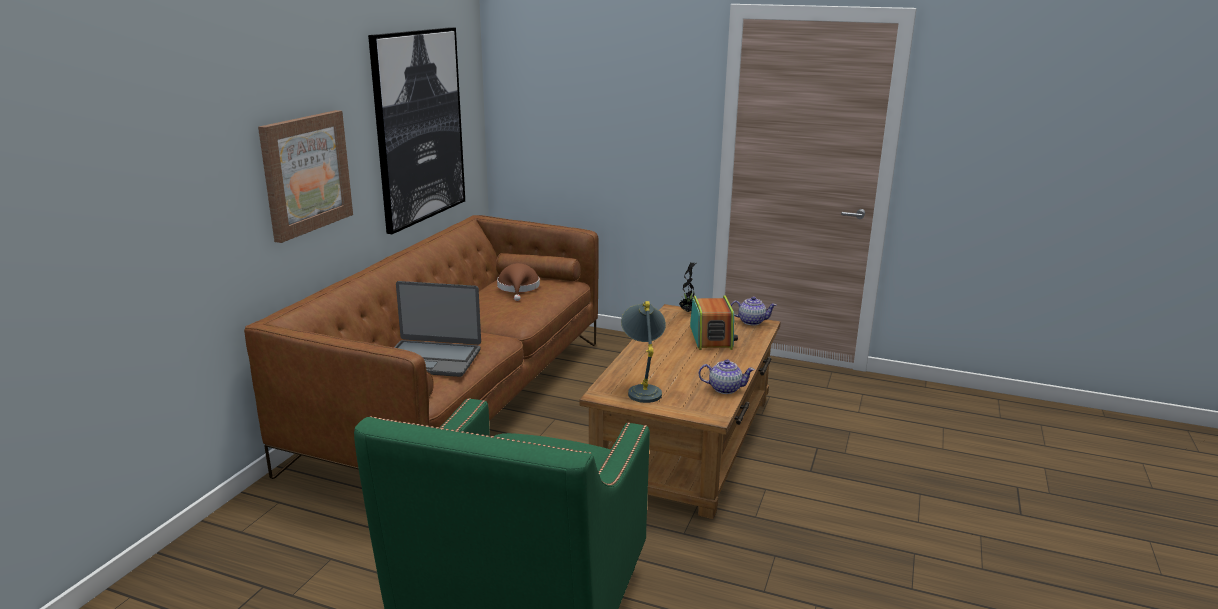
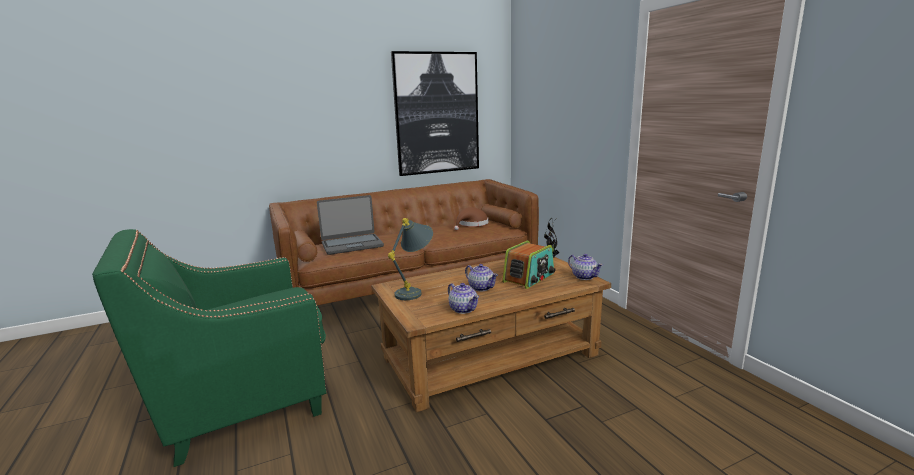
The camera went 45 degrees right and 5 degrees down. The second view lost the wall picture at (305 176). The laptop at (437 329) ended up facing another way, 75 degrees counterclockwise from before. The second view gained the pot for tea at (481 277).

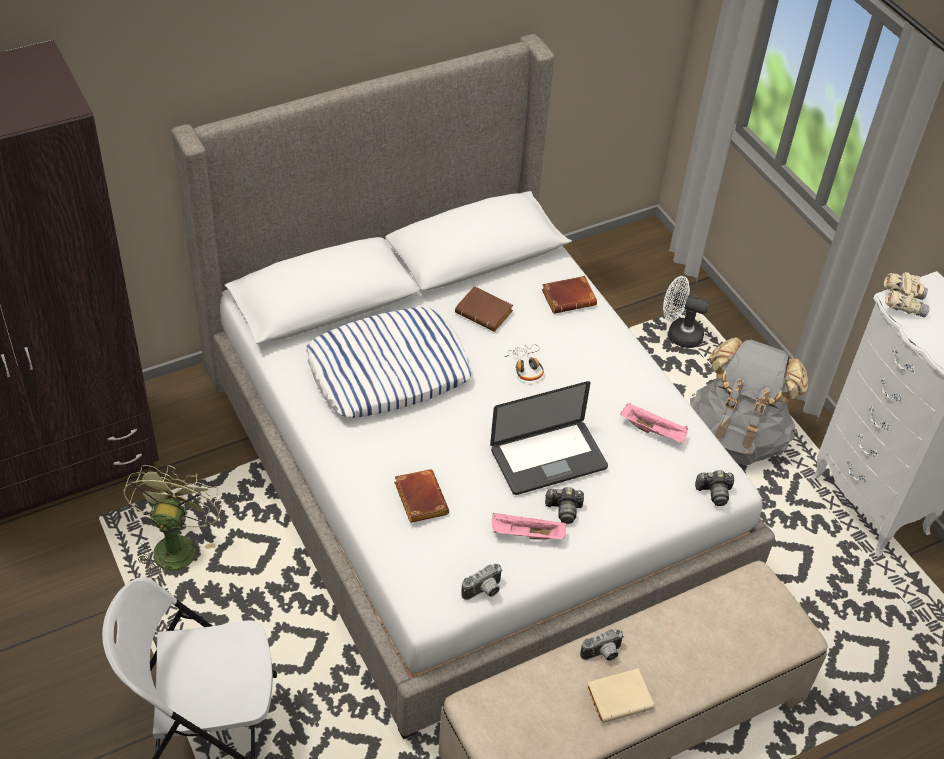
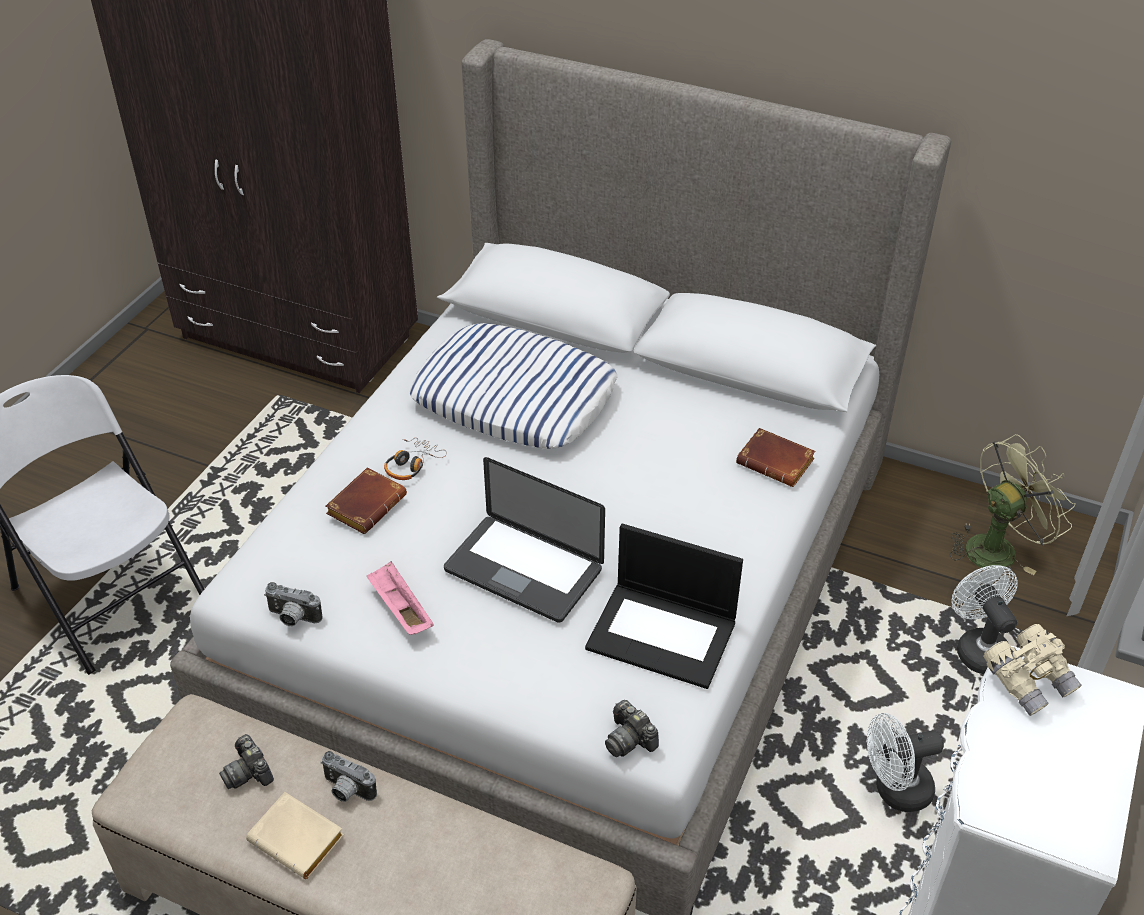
The camera went 55 degrees right and 5 degrees down. The second view lost the brown book at (484 309). Where the gray rucksack stood at (749 401), the white electric fan came to stand at (905 762). The headphones ended up elsewhere, having gone from (524 362) to (415 459). Where the pink tray stood at (654 423), the laptop came to stand at (664 606). The greenish electric fan ended up elsewhere, having gone from (173 522) to (1013 504). The photo camera ended up elsewhere, having gone from (564 505) to (246 761).

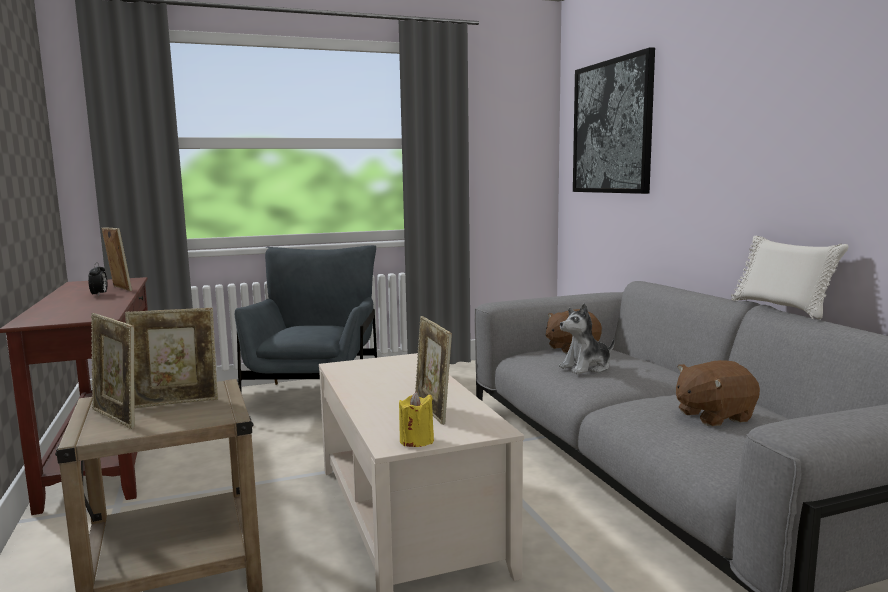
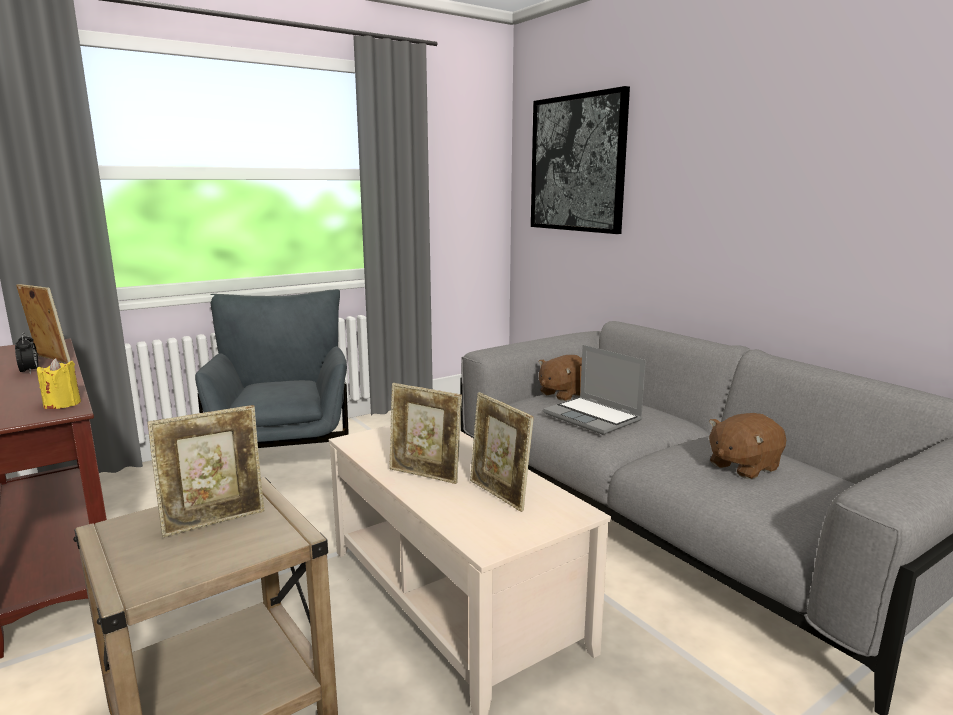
The camera went 15 degrees left and 5 degrees up. The second view lost the white throw pillow at (790 277). Where the cuddly toy stood at (587 338), the laptop came to stand at (594 390). The picture frame ended up elsewhere, having gone from (113 371) to (425 433). The yellowish candle ended up elsewhere, having gone from (416 419) to (59 383).

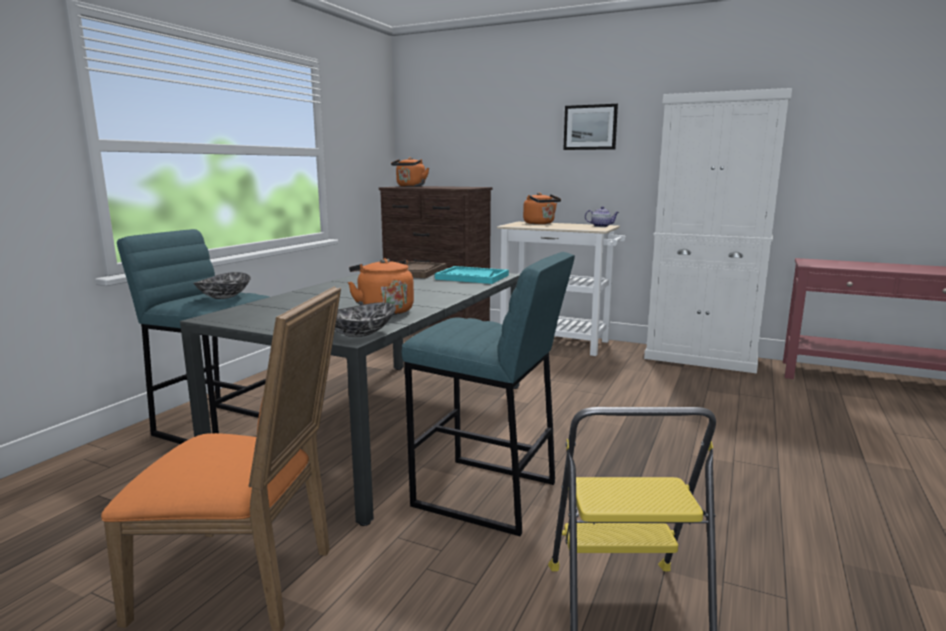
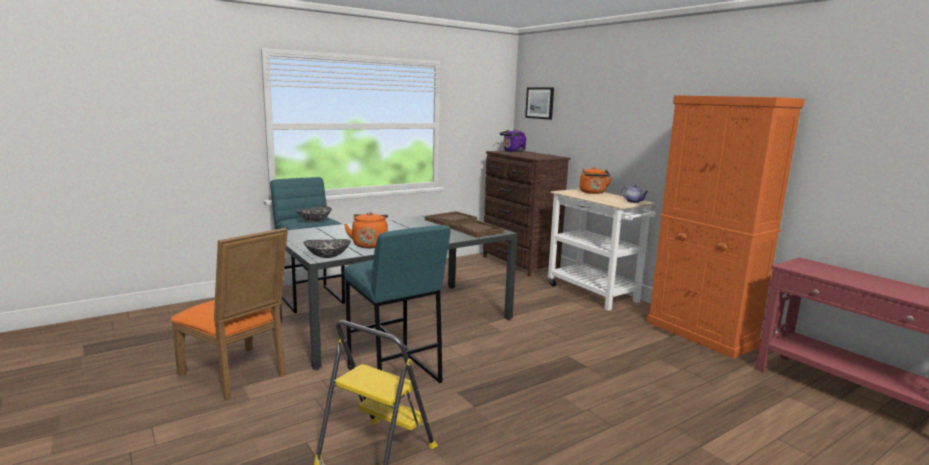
The camera went 30 degrees right and 0 degrees up. What was the white cupboard at (718 230) turned into the orange-coloured cupboard at (726 227). The wall picture ended up elsewhere, having gone from (590 127) to (539 103). What was the orange-coloured kettle at (410 172) turned into the purple kettle at (513 140). What was the turquoise tray at (472 275) turned into the brown tray at (477 229).

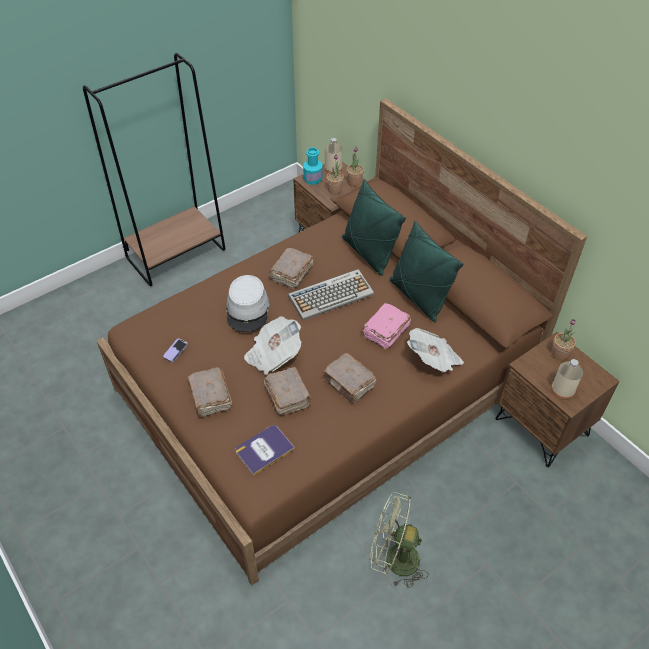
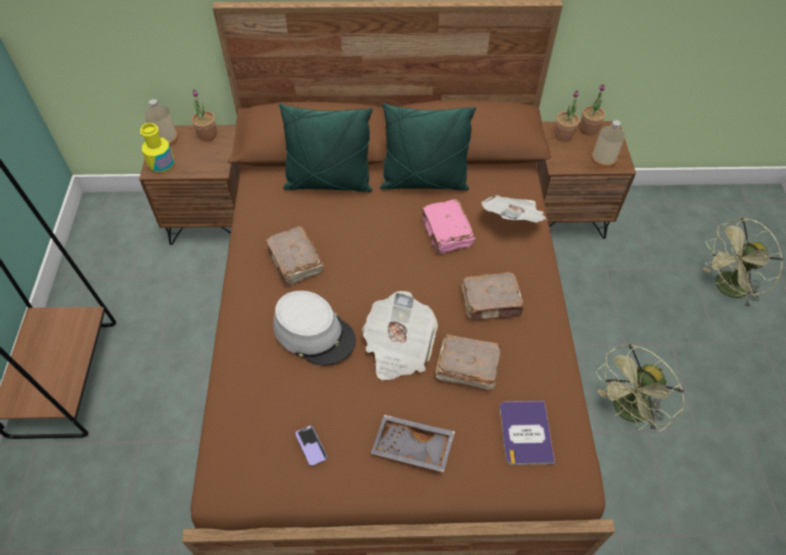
The camera went 55 degrees left and 5 degrees up. What was the turquoise drink bottle at (313 166) turned into the yellowish drink bottle at (157 147). The potted plant ended up elsewhere, having gone from (335 174) to (592 110). The second view lost the keyboard at (331 295). Where the brown book stood at (209 392), the gray tray came to stand at (412 443). The second view gained the greenish electric fan at (743 263).

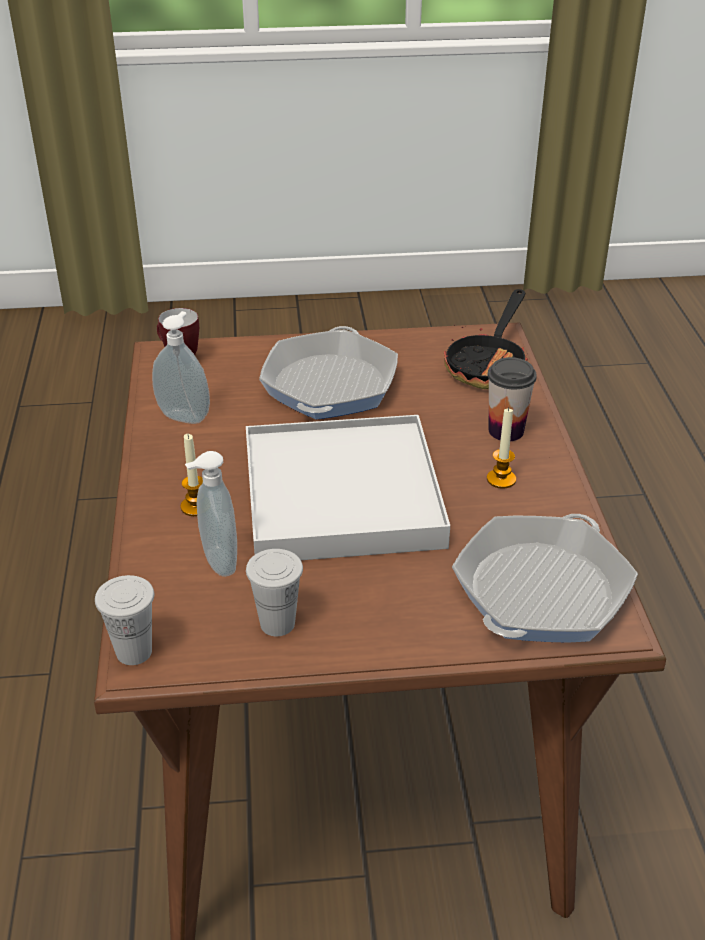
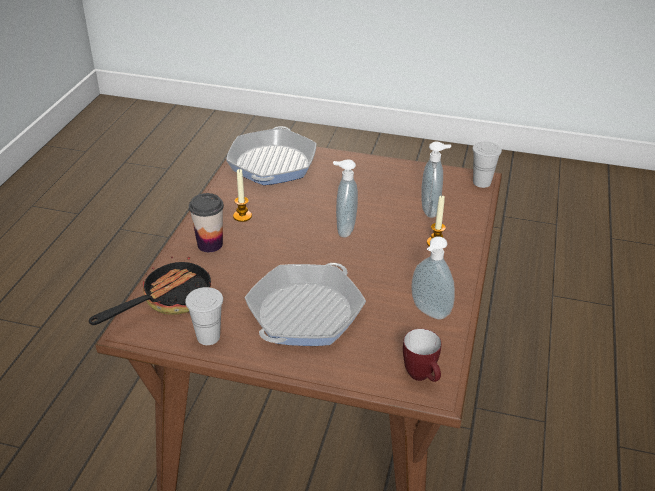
The camera went 160 degrees left and 0 degrees up. Where the white tray stood at (348 487), the soap dispenser came to stand at (345 198). The frying pan at (545 578) ended up facing another way, 45 degrees counterclockwise from before. The white small cup ended up elsewhere, having gone from (274 592) to (204 316).

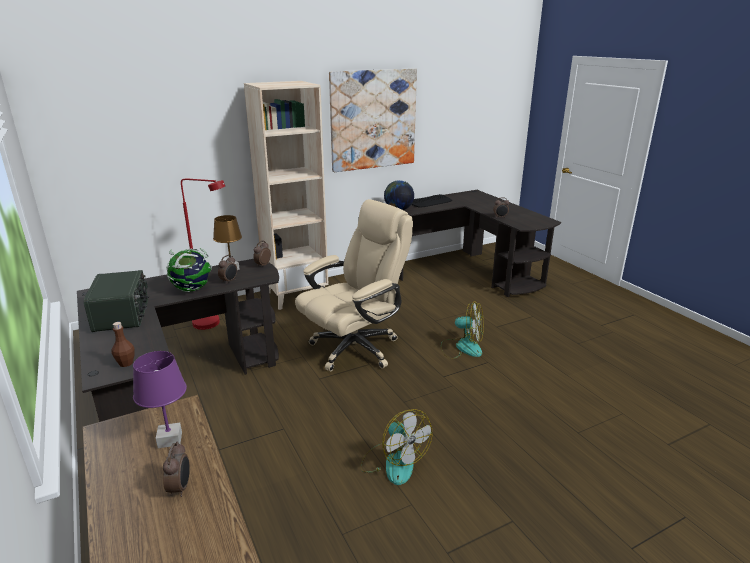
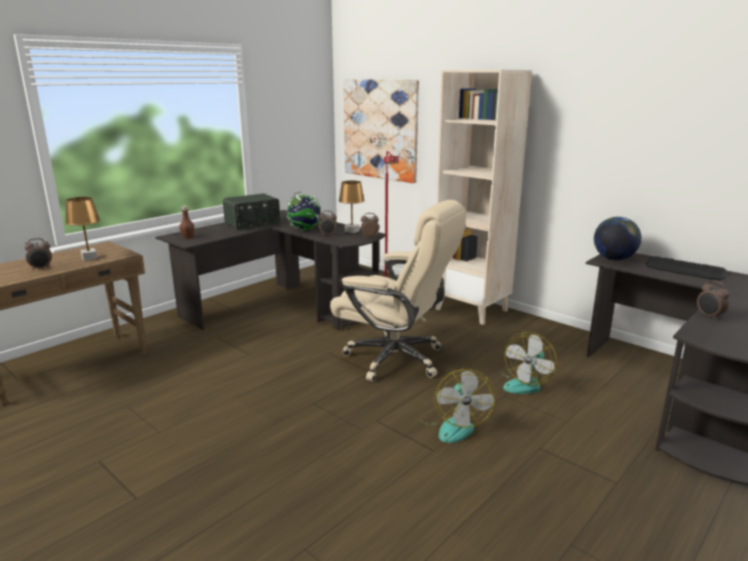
The camera went 70 degrees right and 5 degrees down. The wall picture ended up elsewhere, having gone from (373 120) to (381 131). What was the purple tabletop lamp at (160 399) turned into the brown tabletop lamp at (82 229). The electric fan ended up elsewhere, having gone from (396 447) to (529 363).

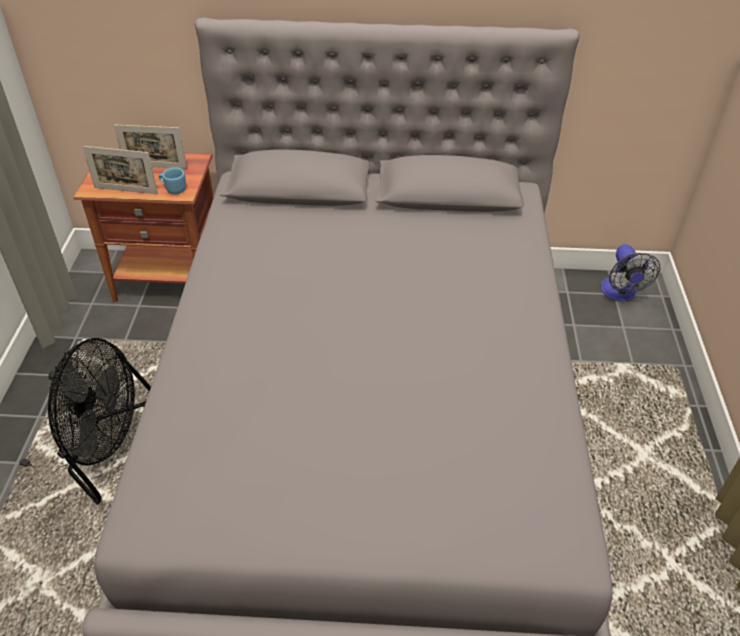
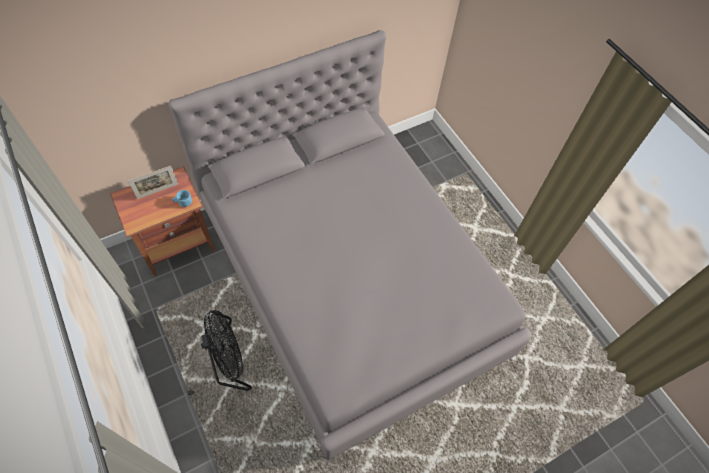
The camera went 35 degrees left and 15 degrees up. The second view lost the picture frame at (120 170). The second view lost the electric fan at (630 272).

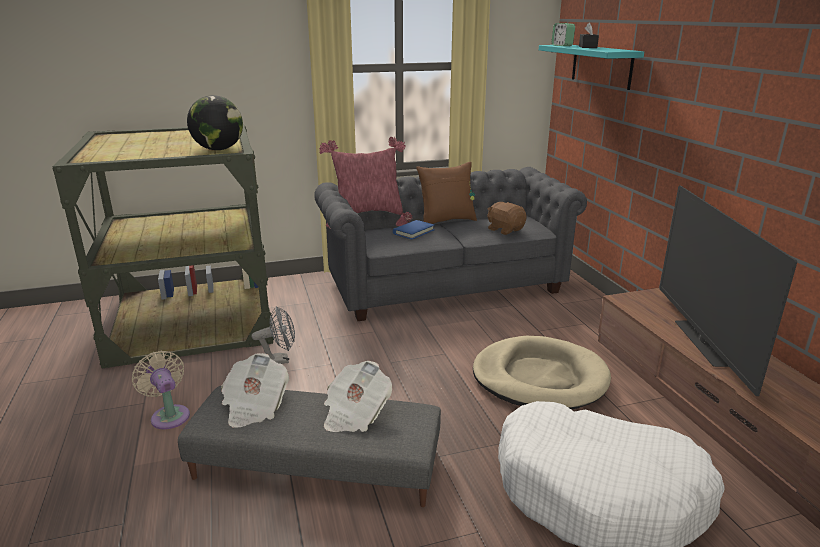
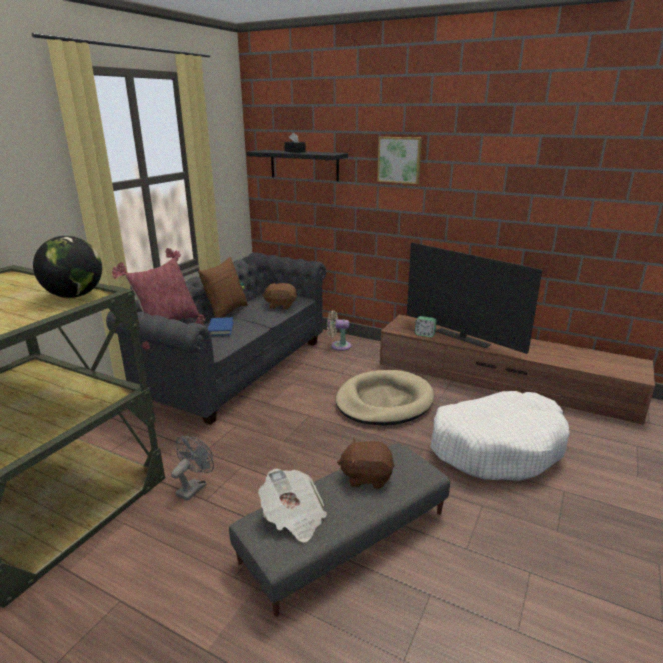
The camera went 45 degrees left and 0 degrees up. The alarm clock ended up elsewhere, having gone from (563 34) to (426 326). What was the turquoise bracket shelf at (591 67) turned into the black bracket shelf at (297 166). The sand-coloured electric fan ended up elsewhere, having gone from (161 390) to (339 330). Where the newspaper stood at (358 396), the brown cuddly toy came to stand at (366 463). The second view gained the wall picture at (399 160).

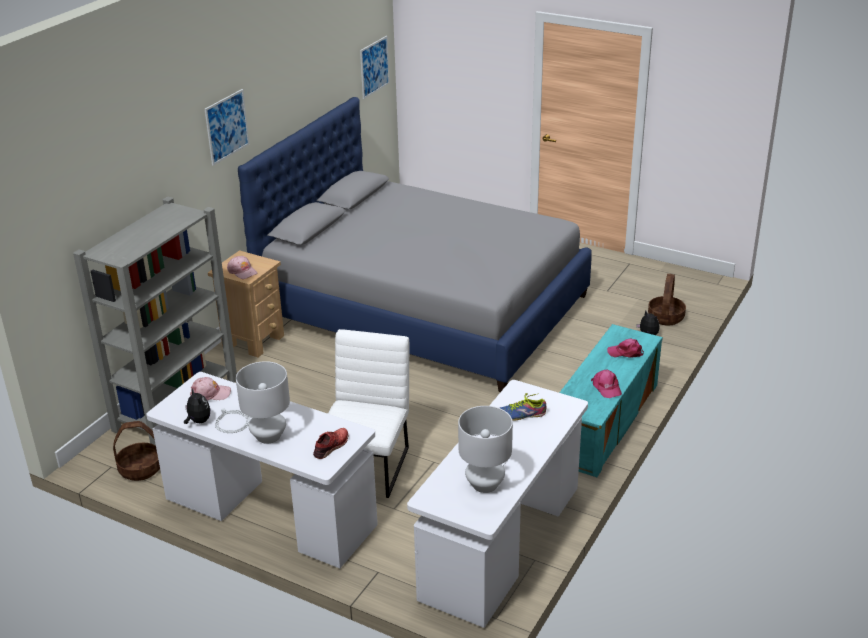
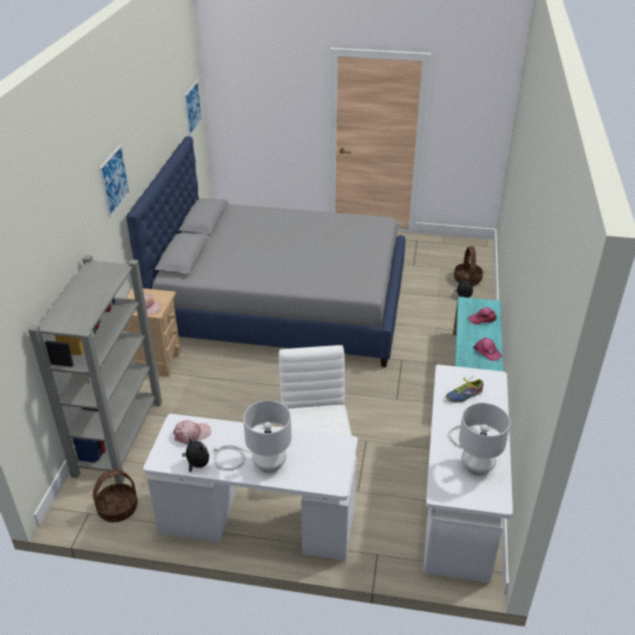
The camera went 20 degrees left and 5 degrees up. The second view lost the reddish shoe at (330 443).

